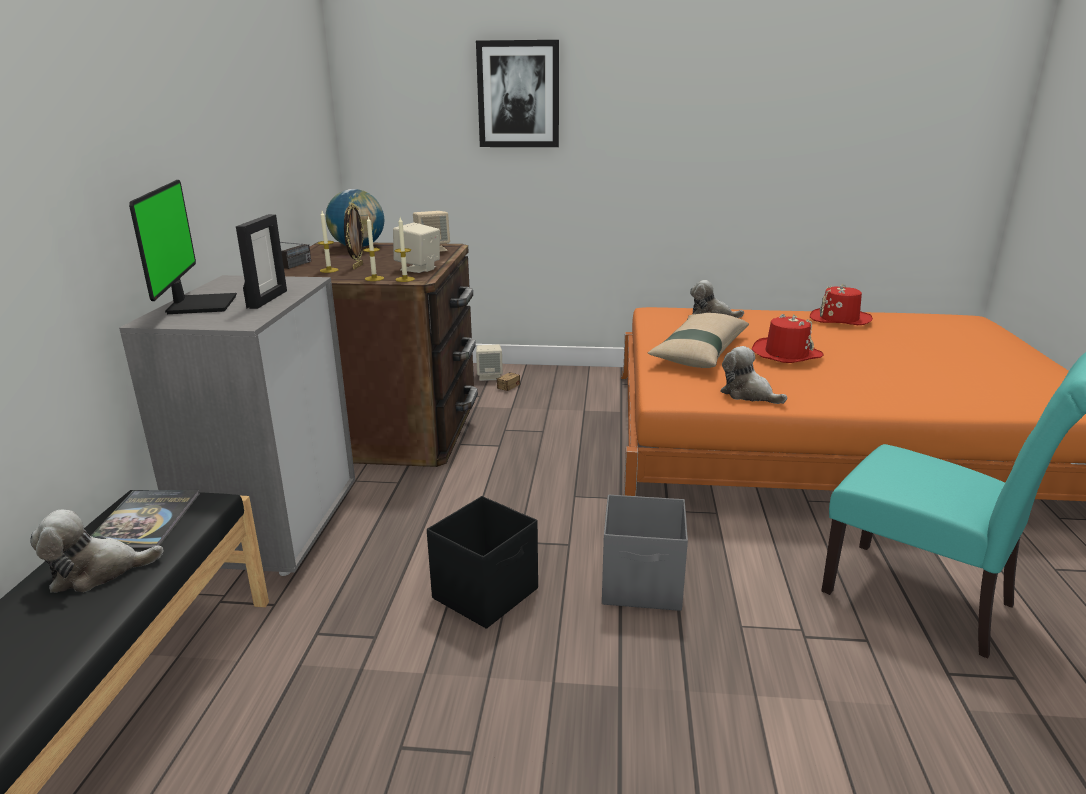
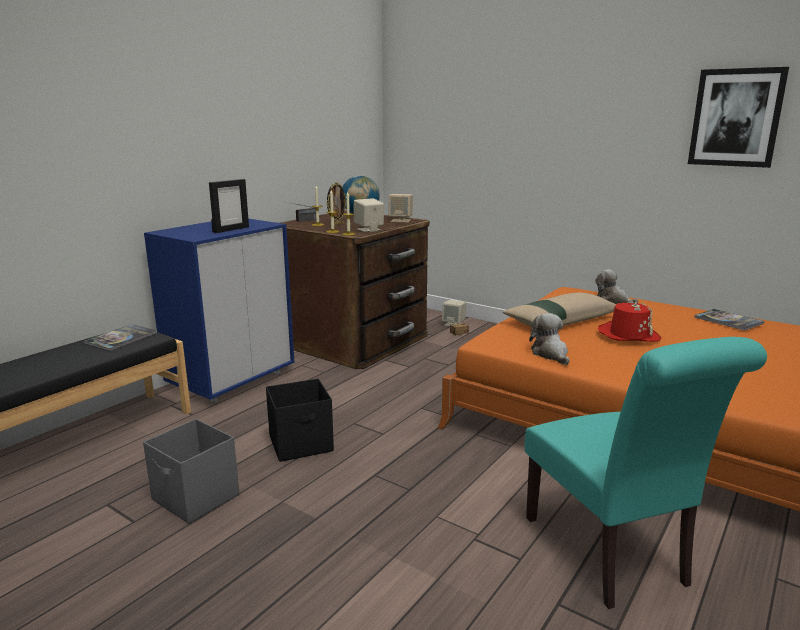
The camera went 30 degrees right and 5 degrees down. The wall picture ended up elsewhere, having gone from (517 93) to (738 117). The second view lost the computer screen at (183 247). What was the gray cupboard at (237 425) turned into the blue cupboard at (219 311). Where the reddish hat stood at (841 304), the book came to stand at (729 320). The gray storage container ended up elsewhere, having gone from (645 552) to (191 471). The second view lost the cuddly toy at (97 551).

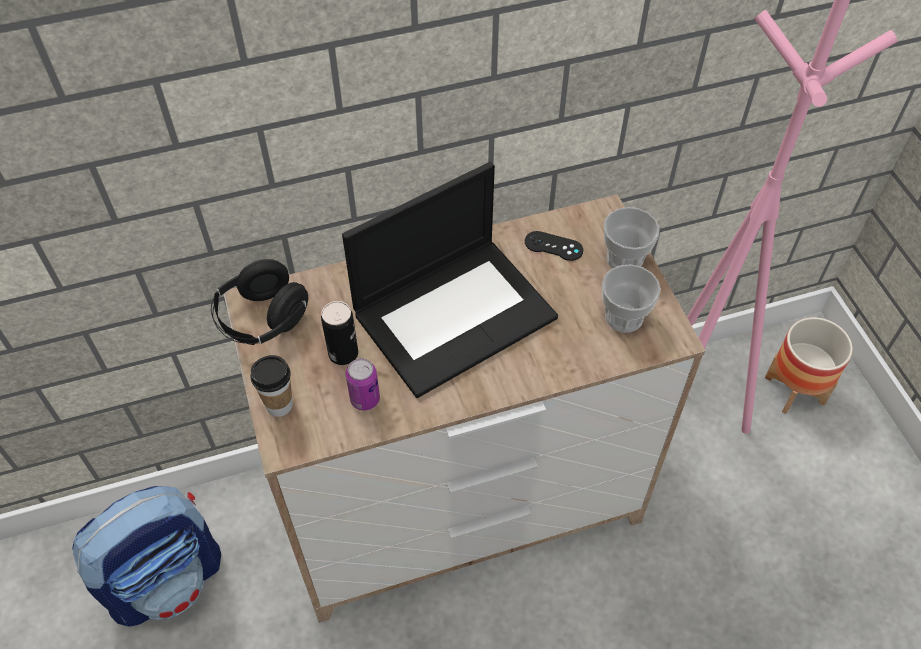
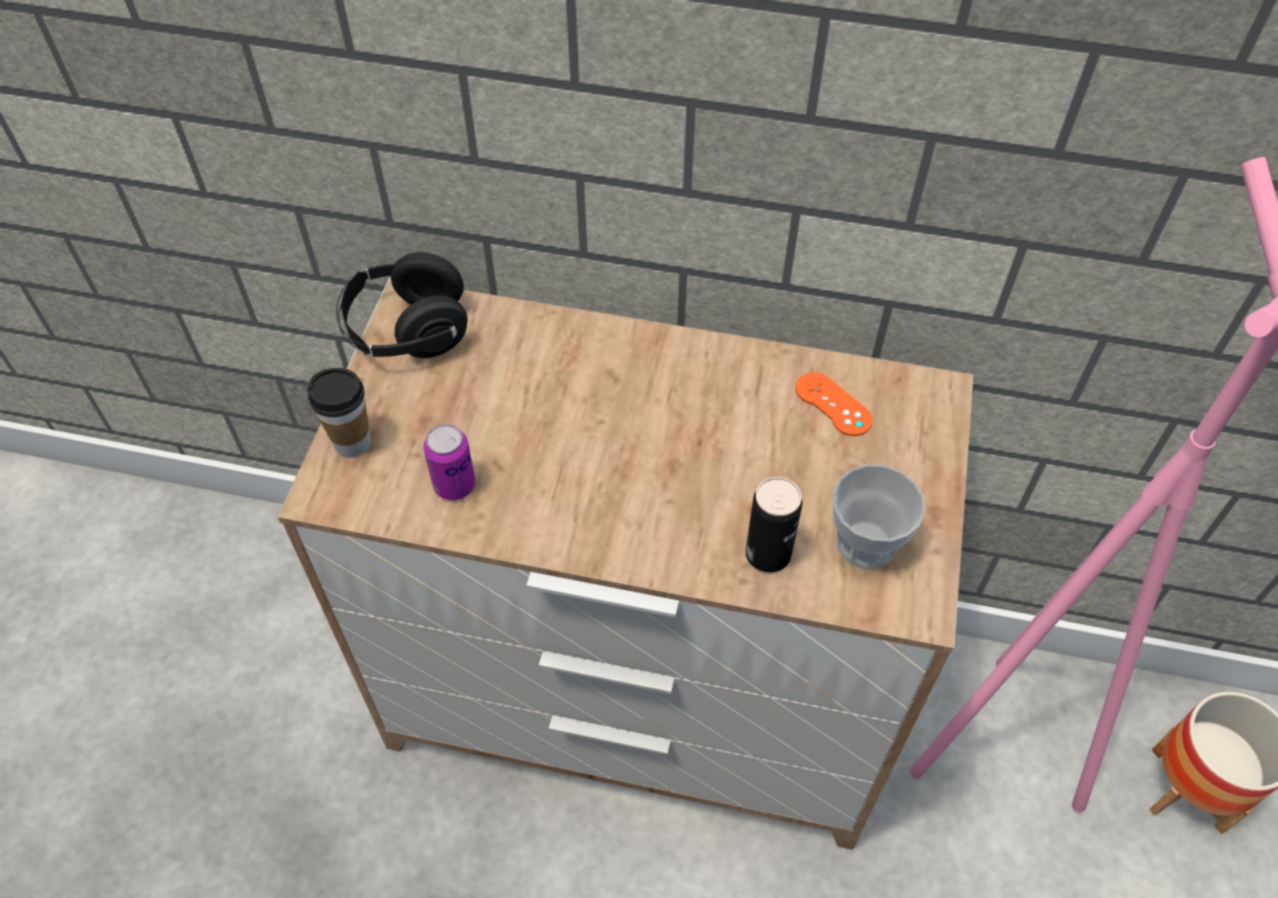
The camera went 30 degrees right and 0 degrees up. The second view lost the laptop at (450 280). The second view lost the small cup at (632 237). What was the black joypad at (554 246) turned into the orange-coloured joypad at (834 404). The metal can ended up elsewhere, having gone from (339 333) to (774 524). The second view lost the rucksack at (146 556).

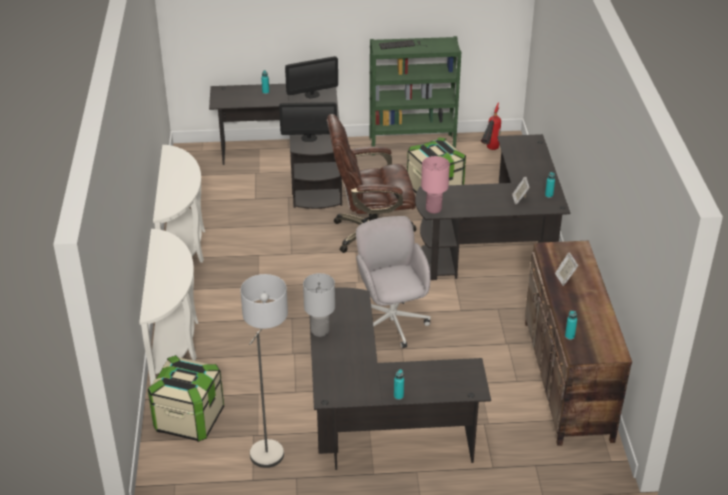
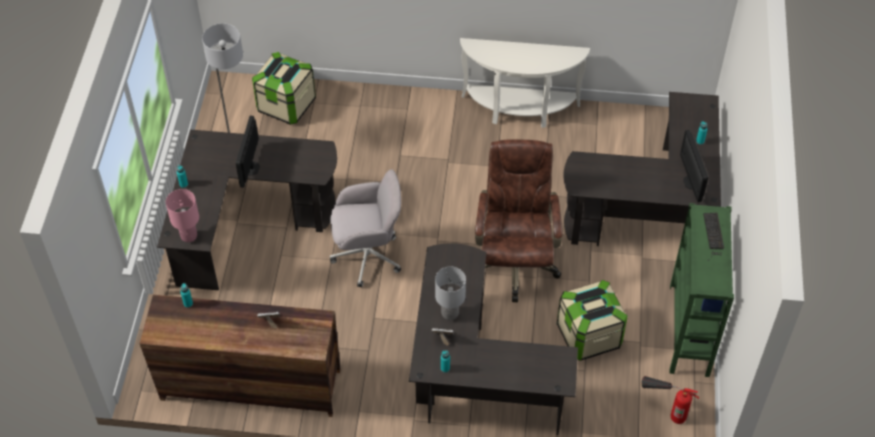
The camera went 100 degrees right and 15 degrees up. The computer screen ended up elsewhere, having gone from (308 122) to (248 151). The pink tabletop lamp ended up elsewhere, having gone from (435 185) to (182 215). The second view lost the white hall table at (168 307). The gray tabletop lamp ended up elsewhere, having gone from (319 305) to (450 293).

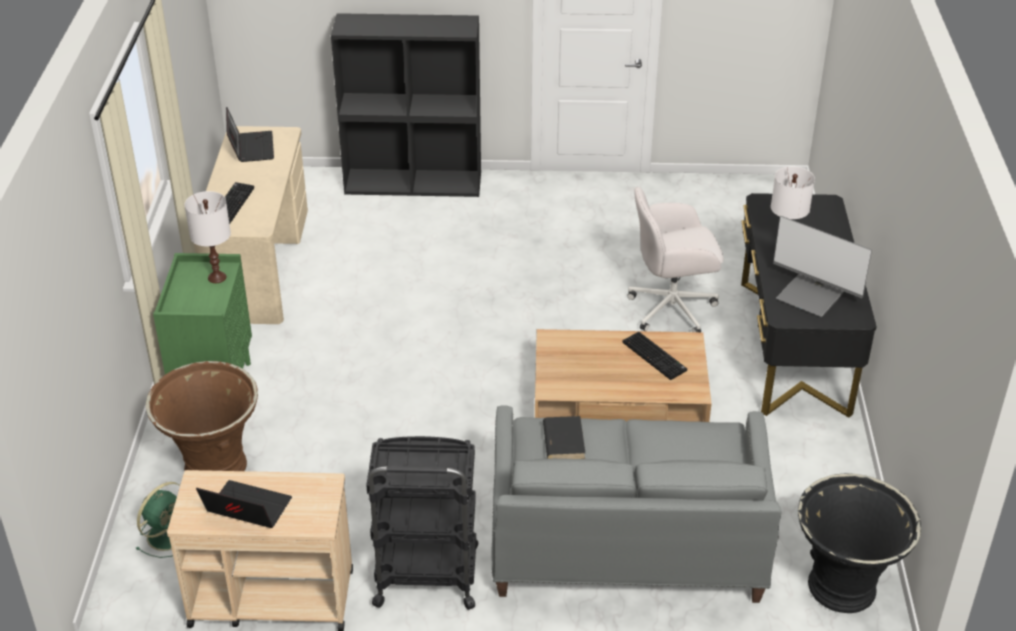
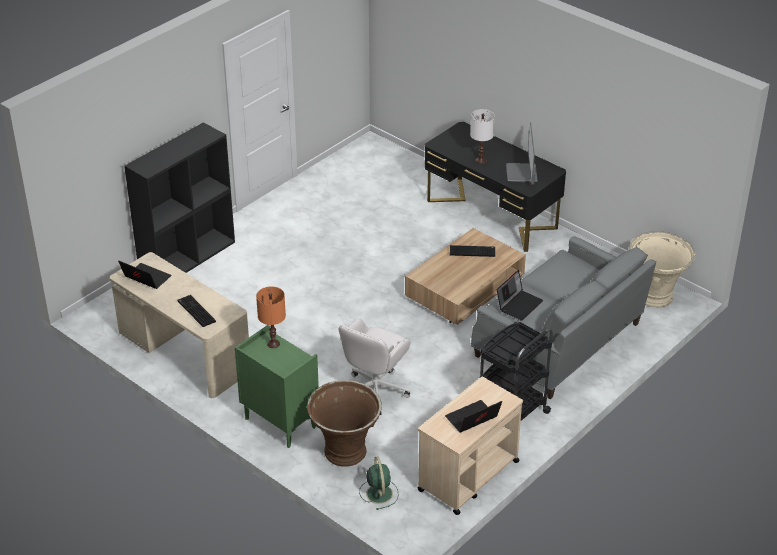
The camera went 50 degrees left and 0 degrees up. The white office chair ended up elsewhere, having gone from (675 259) to (374 367). What was the white tabletop lamp at (207 237) turned into the orange-coloured tabletop lamp at (271 317). The computer screen at (822 266) ended up facing another way, 105 degrees clockwise from before. Where the black book stood at (564 437), the laptop came to stand at (520 295). What was the black flower pot at (859 543) turned into the sand-coloured flower pot at (662 269).

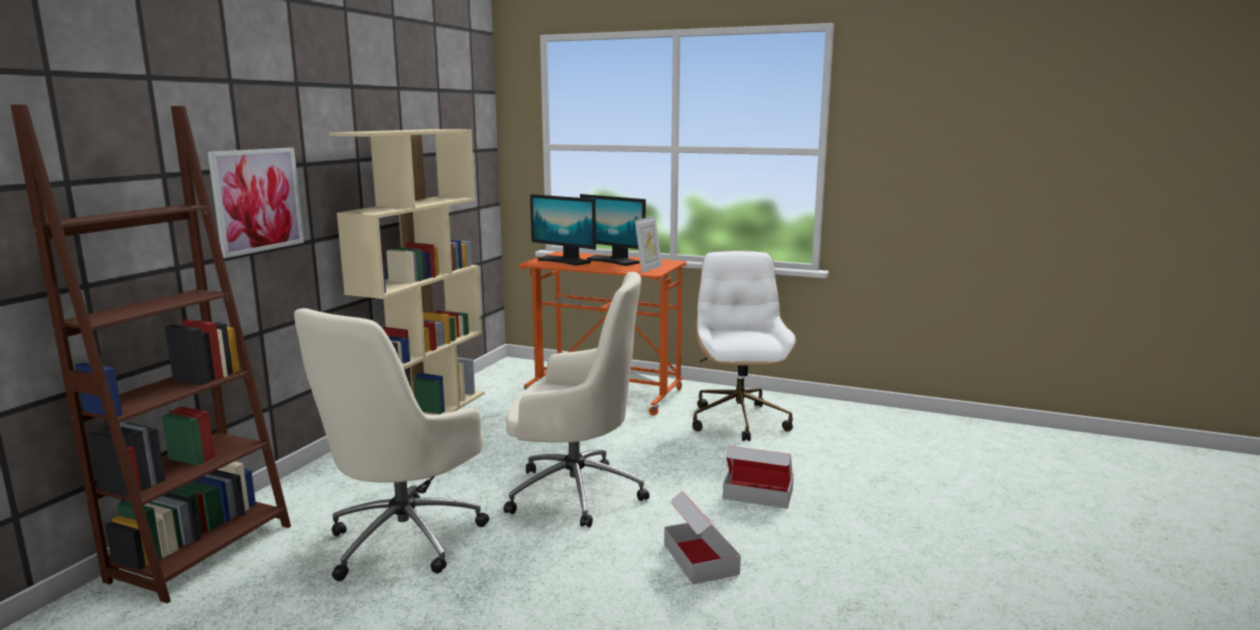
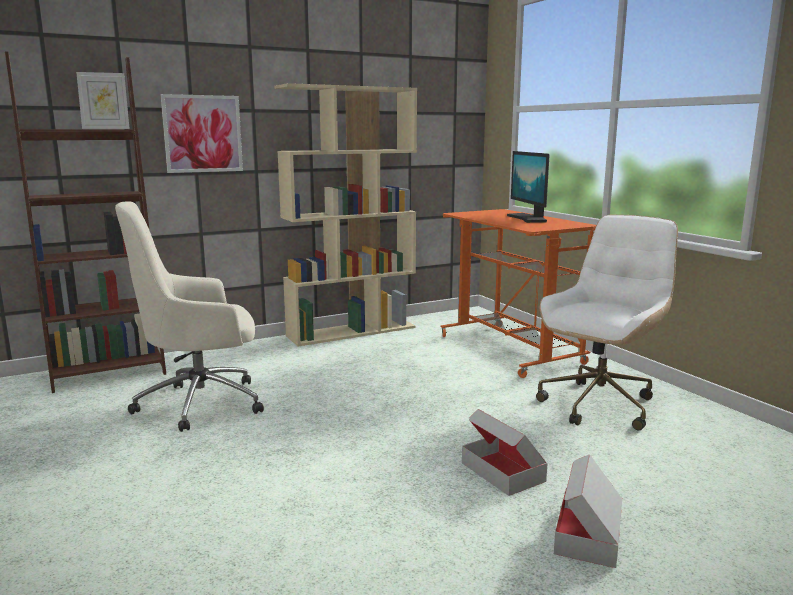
The camera went 40 degrees right and 0 degrees up. The second view lost the computer screen at (563 230). The picture frame ended up elsewhere, having gone from (648 244) to (103 100). The second view lost the sand-coloured office chair at (576 399). The packing box ended up elsewhere, having gone from (702 537) to (588 511).

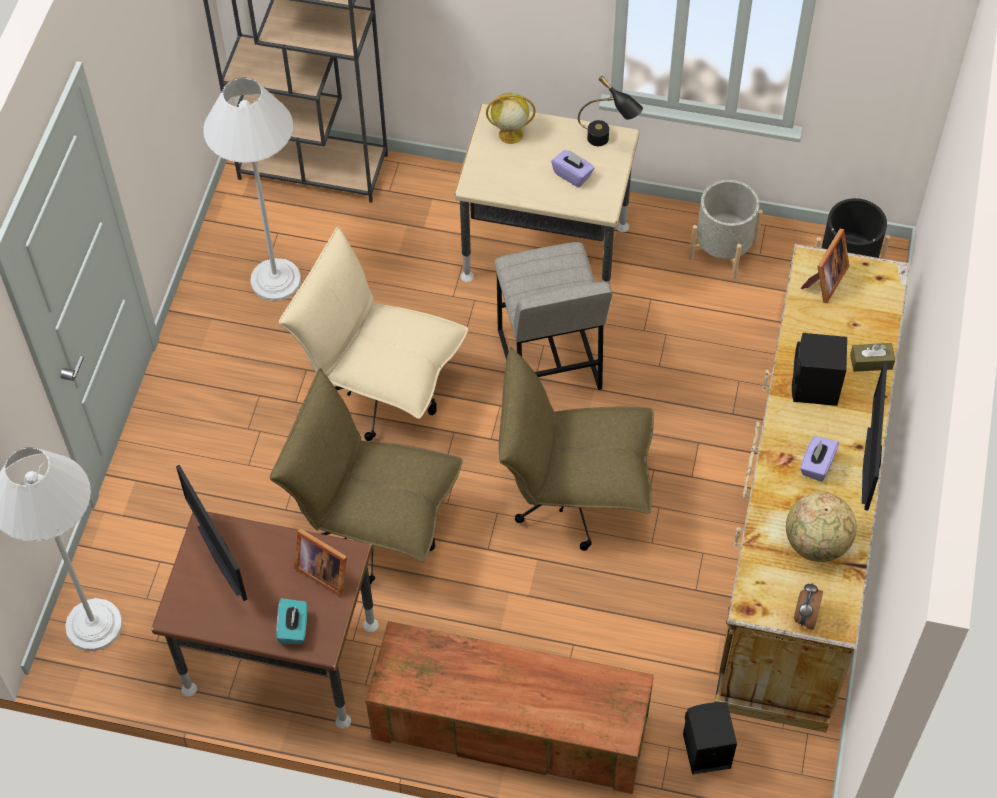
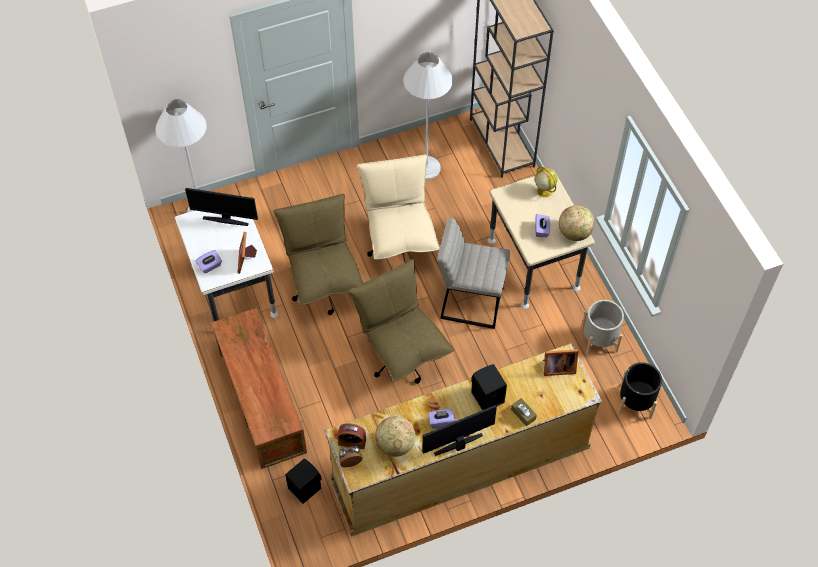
The camera went 55 degrees right and 0 degrees up. Where the black tabletop lamp stood at (610 111), the desk globe came to stand at (577 223). The gray plain chair at (554 316) ended up facing another way, 60 degrees clockwise from before. The computer screen at (211 533) ended up facing another way, 105 degrees counterclockwise from before. What was the brown desk unit at (265 620) turned into the white desk unit at (226 265). What was the turquoise tissue holder at (291 621) turned into the purple tissue holder at (208 262). The second view gained the alarm clock at (352 436).

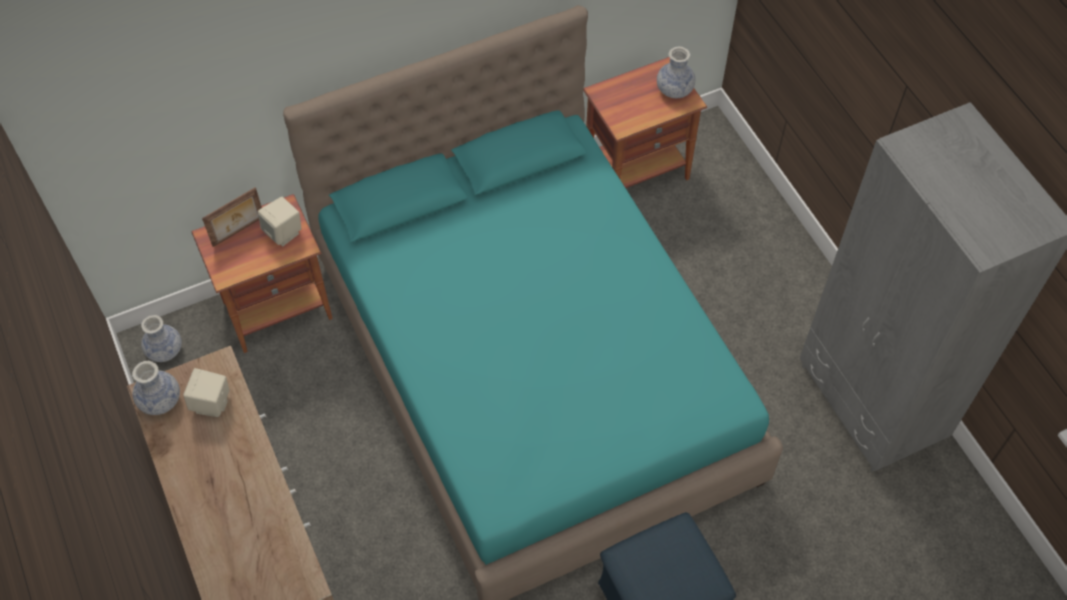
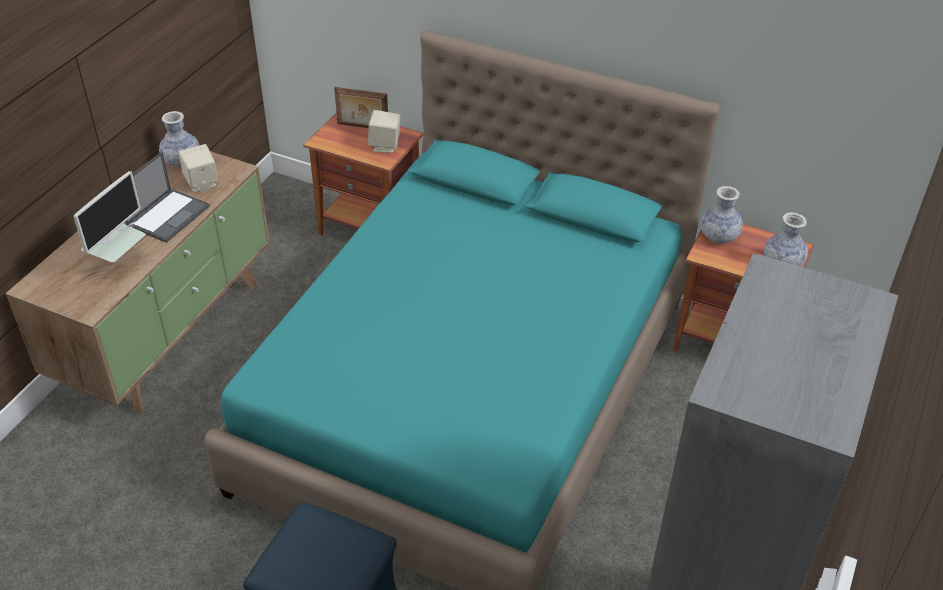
The camera went 50 degrees right and 15 degrees down. The flower vase ended up elsewhere, having gone from (161 338) to (721 215). The second view gained the laptop at (167 197). The second view gained the computer screen at (110 216).

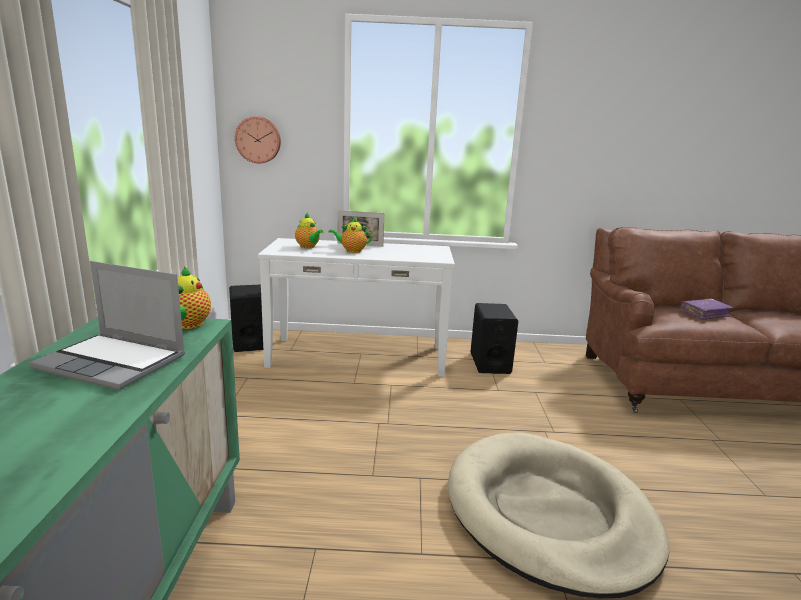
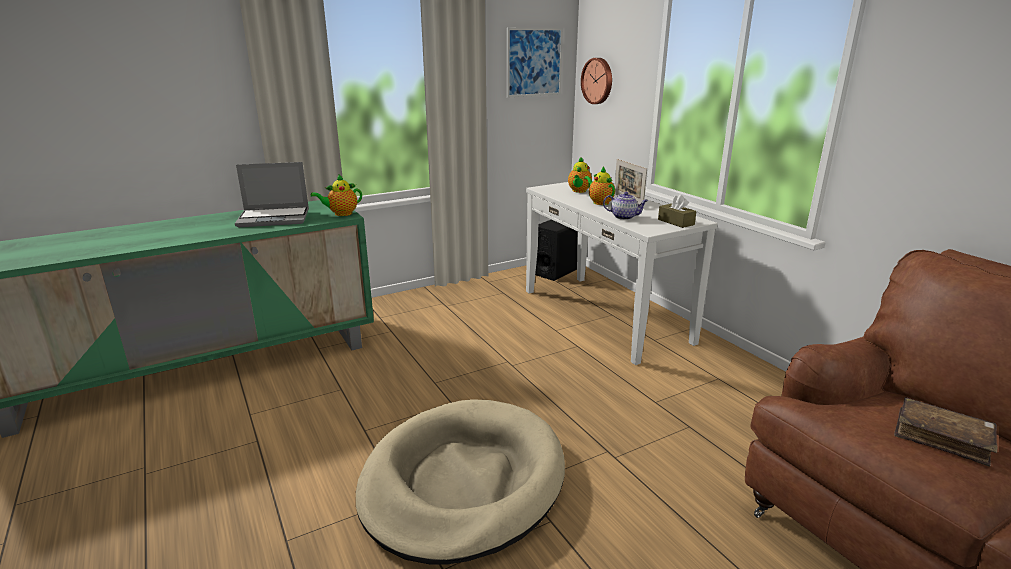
The camera went 60 degrees right and 5 degrees up. The laptop at (107 325) ended up facing another way, 90 degrees counterclockwise from before. What was the purple book at (706 309) turned into the brown book at (945 432). The second view lost the black speaker at (494 338). The second view gained the wall picture at (535 63). The second view gained the pot for tea at (625 206). The second view gained the brown tissue holder at (677 211).

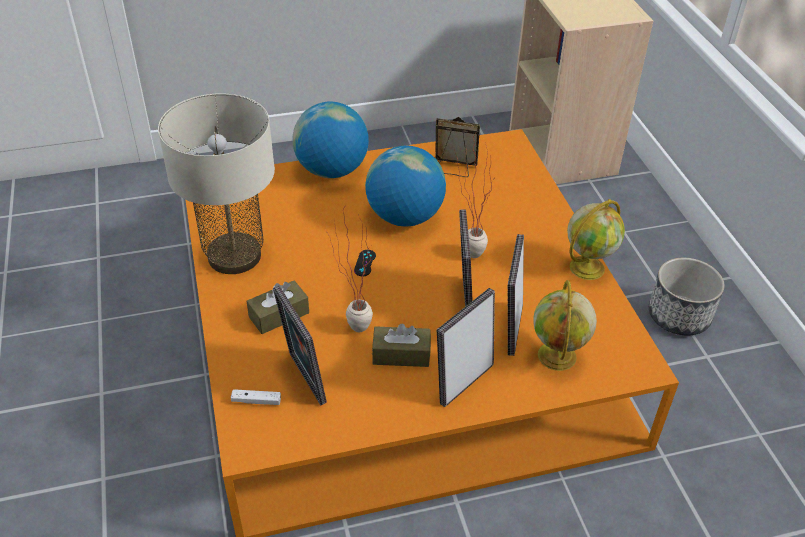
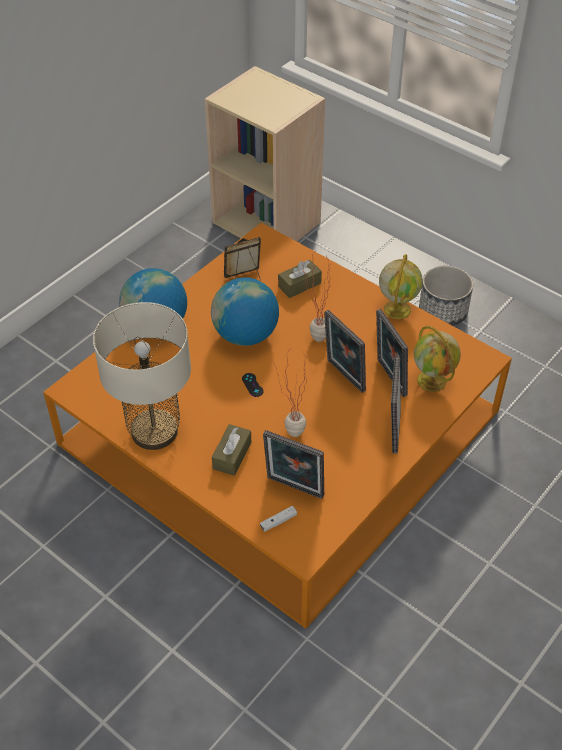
The camera went 35 degrees left and 5 degrees up. The brown tissue holder ended up elsewhere, having gone from (401 345) to (300 279).

